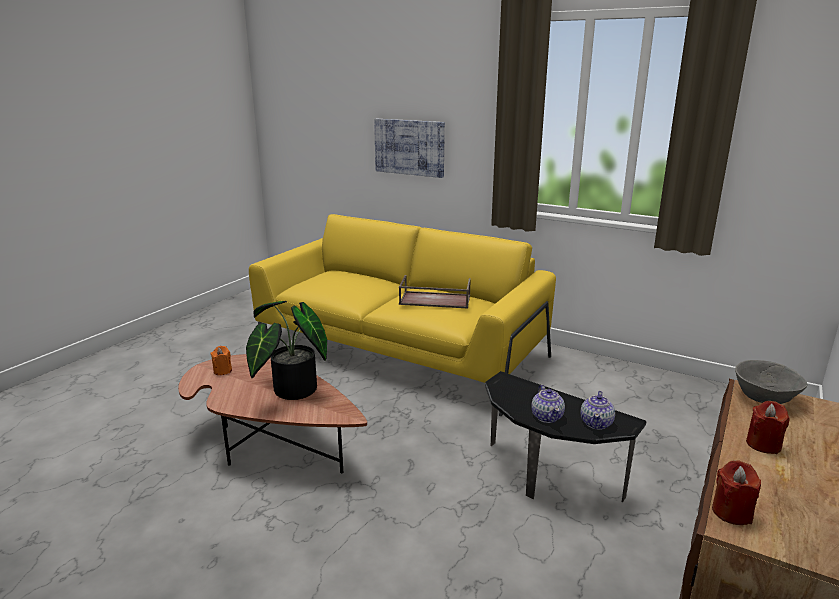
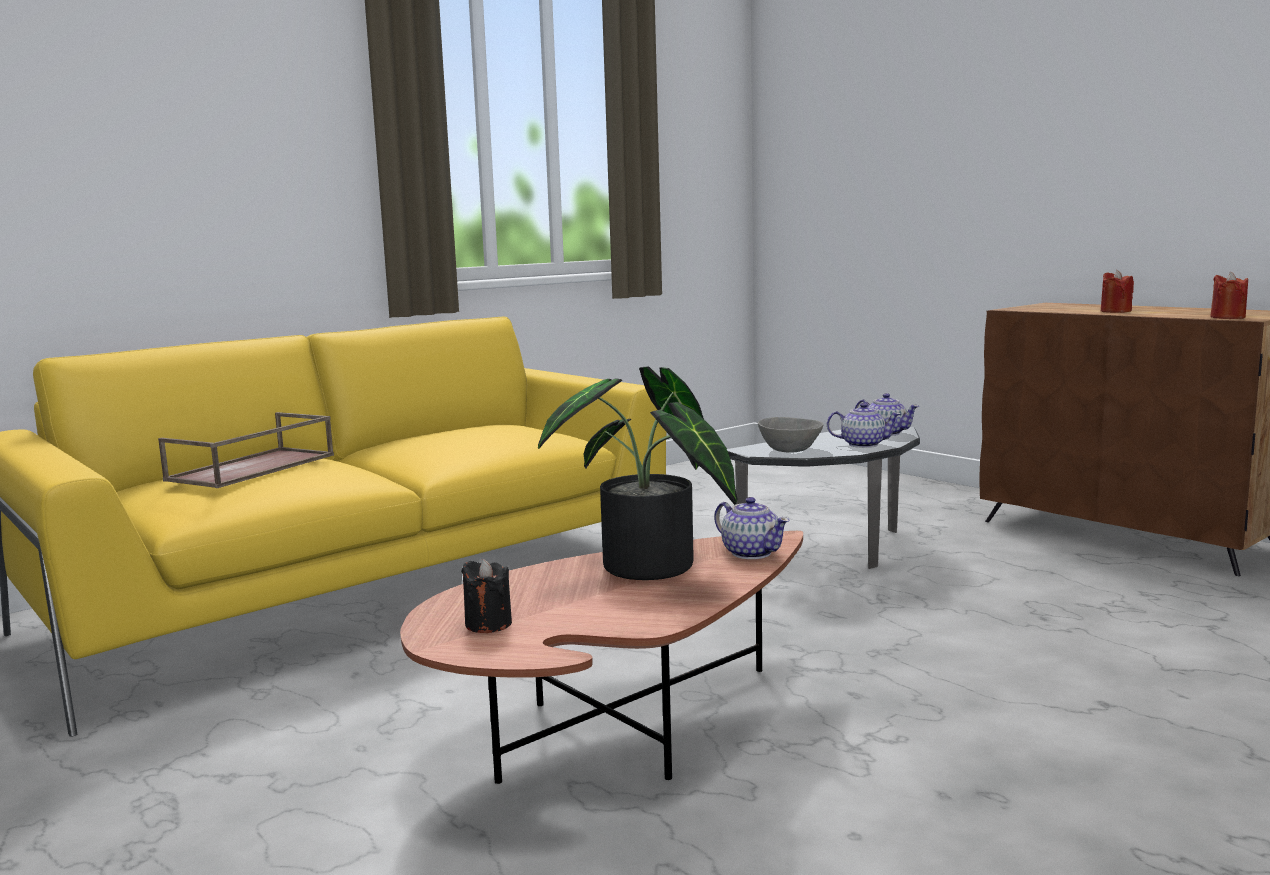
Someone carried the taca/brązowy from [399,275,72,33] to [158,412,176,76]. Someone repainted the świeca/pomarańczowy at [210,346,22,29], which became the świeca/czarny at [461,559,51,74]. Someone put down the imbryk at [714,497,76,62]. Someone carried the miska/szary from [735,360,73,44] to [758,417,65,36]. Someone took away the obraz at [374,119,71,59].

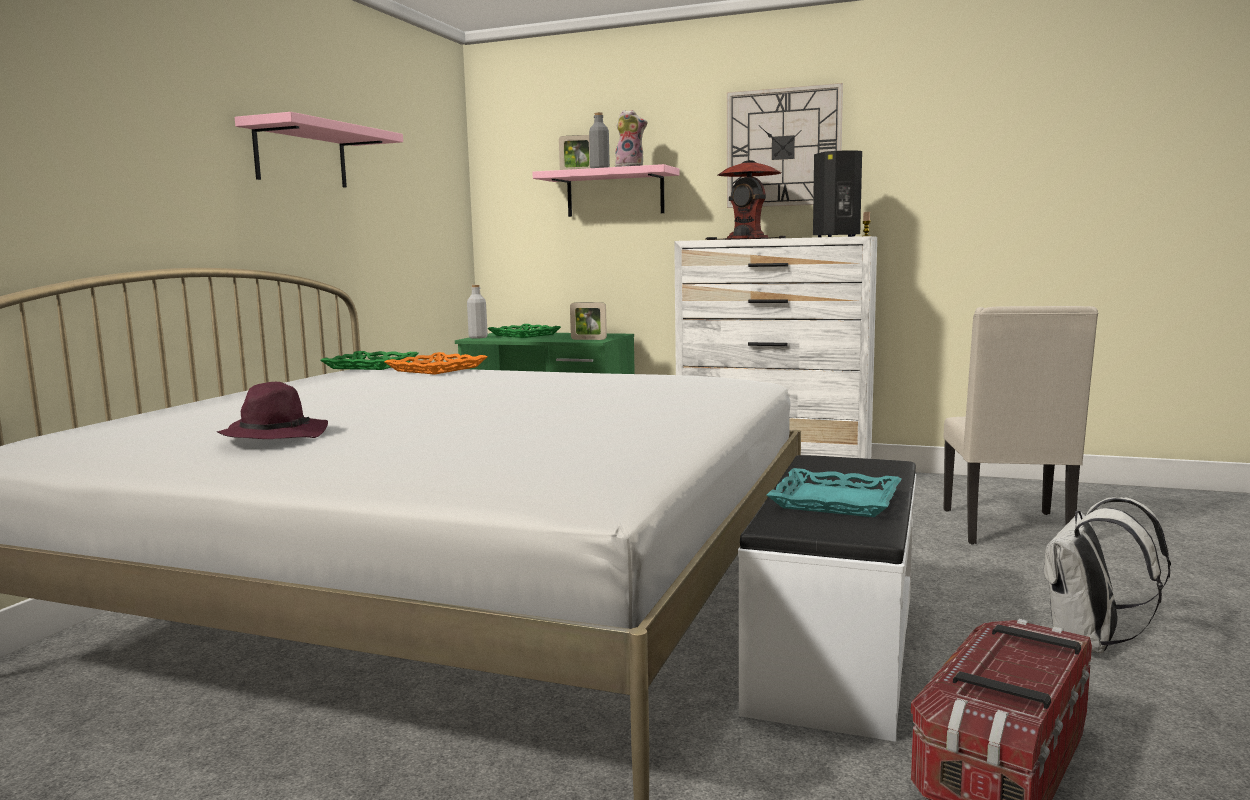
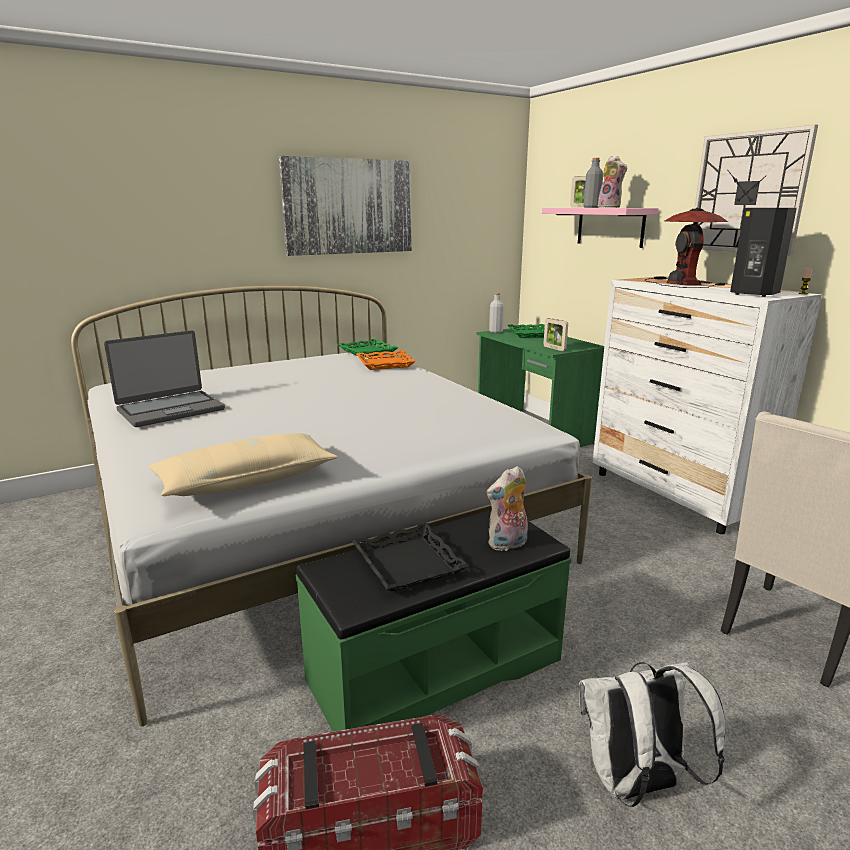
Someone swapped the kapelusz/fioletowy at [217,382,111,57] for the laptop at [104,330,121,97]. Someone put down the poduszka/beżowy at [148,433,190,63]. Someone swapped the półka/różowy at [235,112,168,75] for the obraz at [279,156,133,100]. Someone repainted the ławka/biały at [738,455,178,287], which became the ławka/zielony at [296,510,275,222]. Someone repainted the taca/turkusowy at [767,468,135,49], which became the taca/czarny at [352,523,117,69]. Someone put down the pluszak at [487,466,41,86].

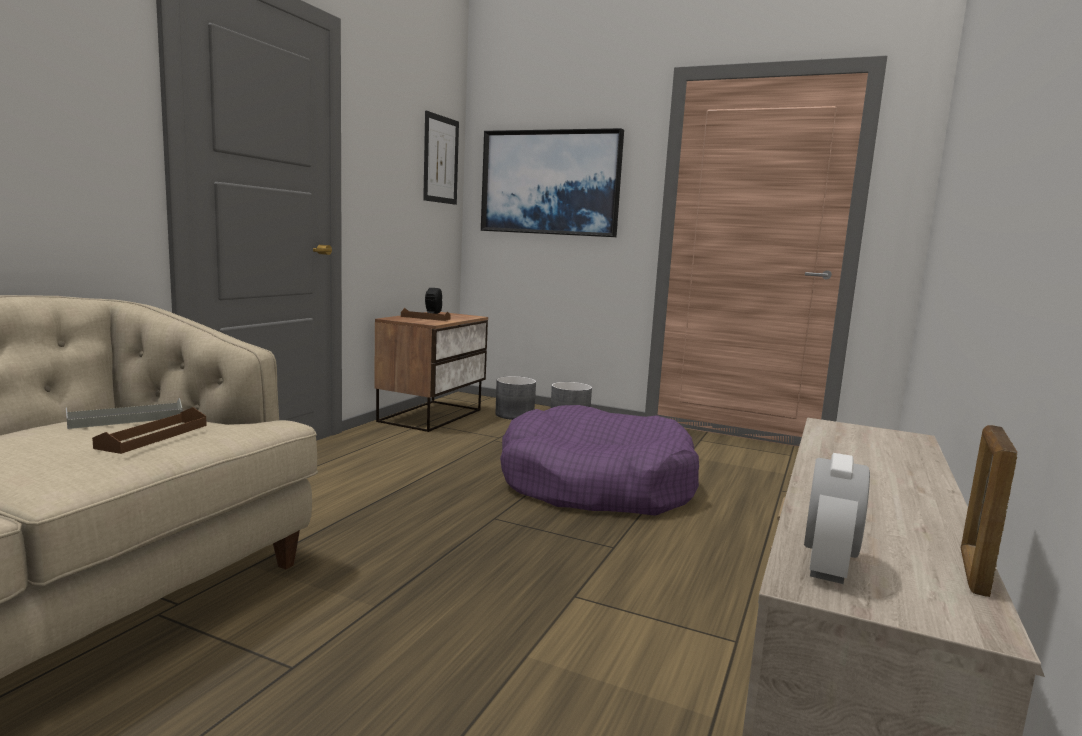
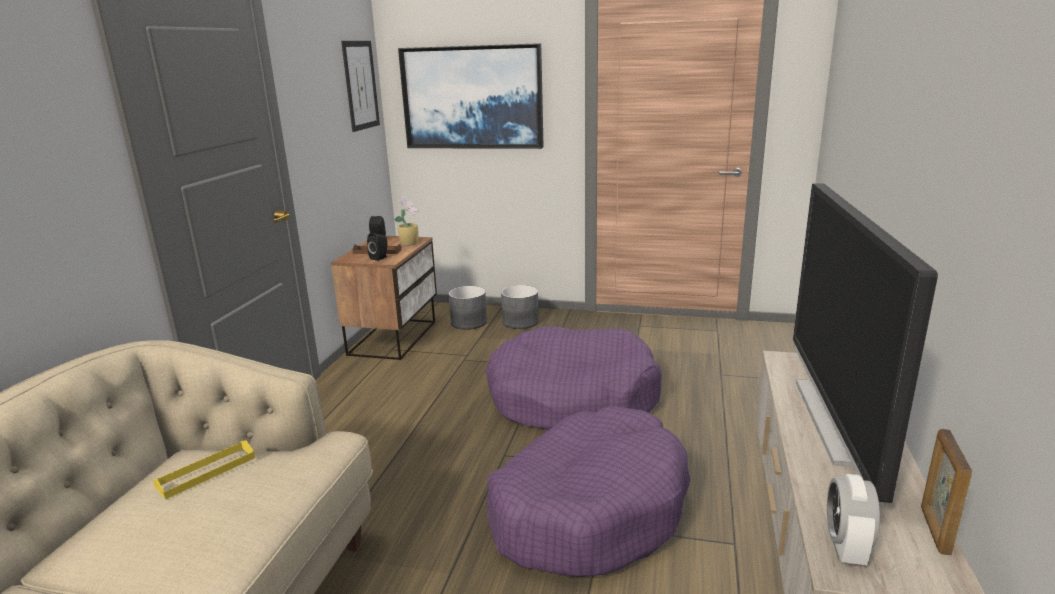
Someone repainted the taca/szary at [66,398,117,31], which became the taca/żółty at [153,441,102,59]. Someone put down the głośnik/czarny at [367,233,20,28]. Someone put down the roślina doniczkowa at [394,196,25,50]. Someone put down the legowisko/fioletowy at [487,406,204,171]. Someone put down the telewizor at [793,183,145,322]. Someone took away the taca/brązowy at [92,407,115,47].

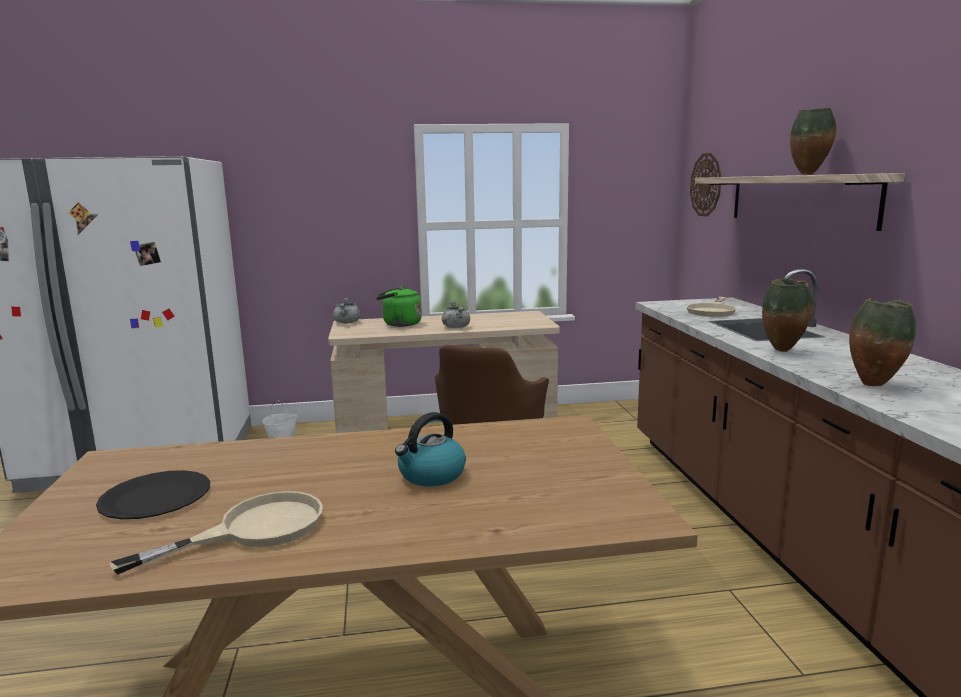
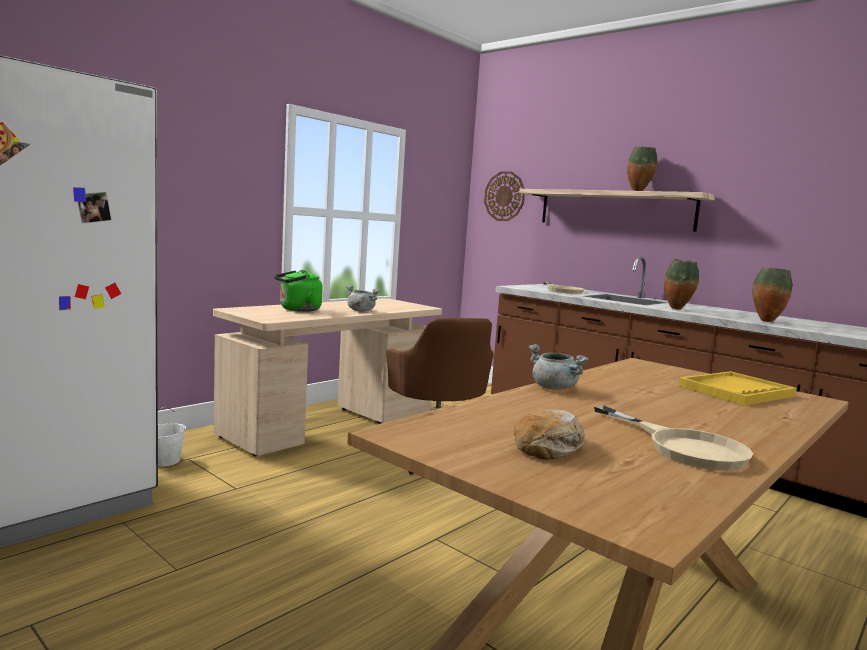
Someone swapped the talerz/czarny at [96,470,114,49] for the chleb at [514,409,71,51]. Someone carried the garnek/szary from [333,298,28,25] to [528,344,61,45]. Someone rotated the patelnia/beżowy at [110,491,213,84] by 135 degrees clockwise. Someone put down the taca/żółty at [678,371,119,35]. Someone took away the czajnik at [395,412,71,75].

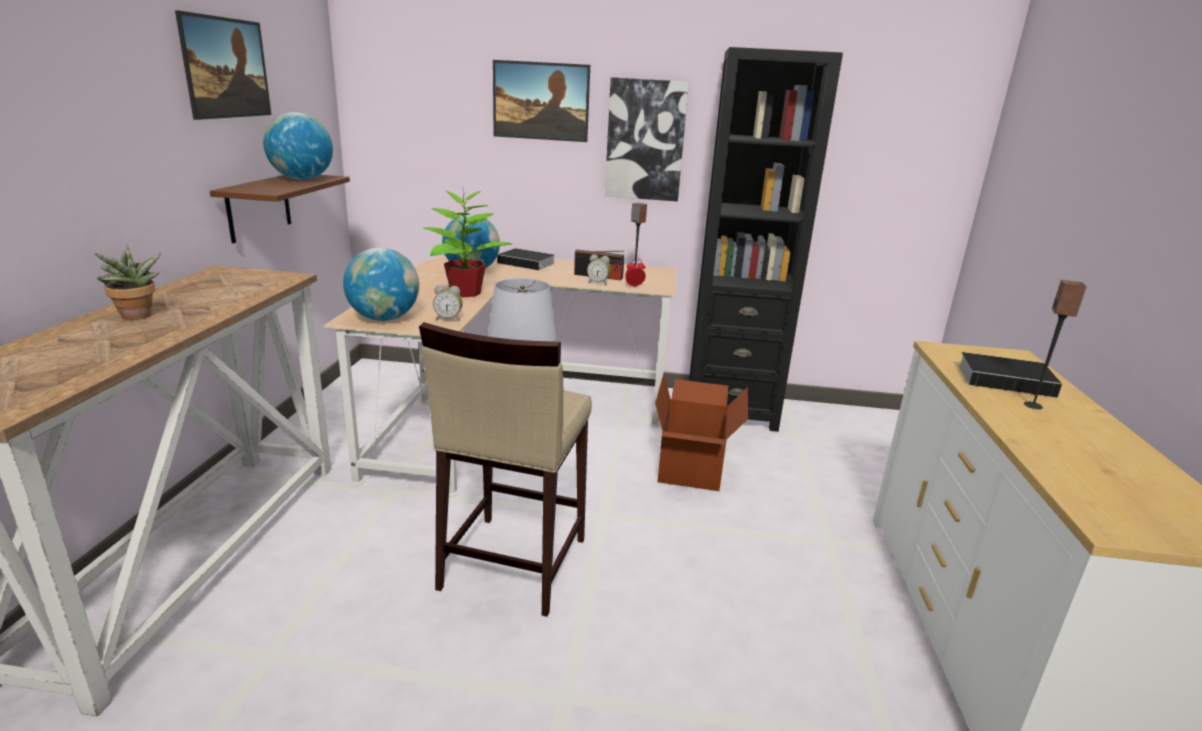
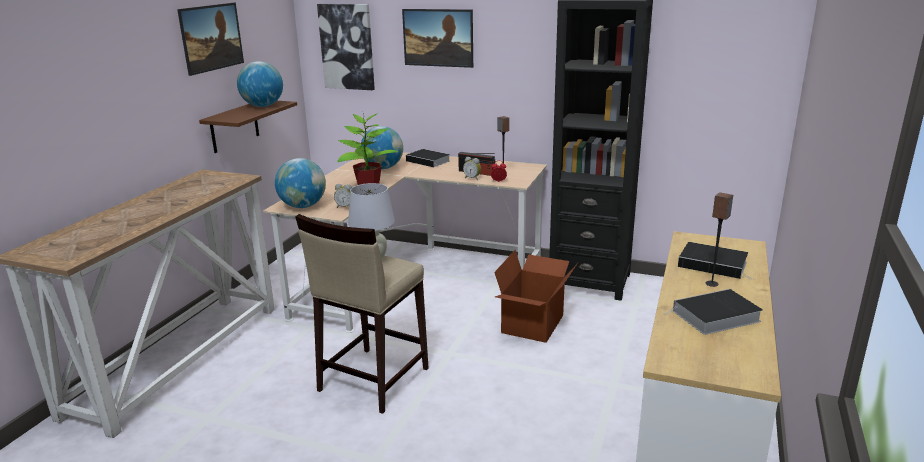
Someone carried the obraz from [605,77,84,124] to [317,4,58,86]. Someone put down the książka at [664,289,99,46]. Someone took away the roślina doniczkowa at [95,244,66,76].

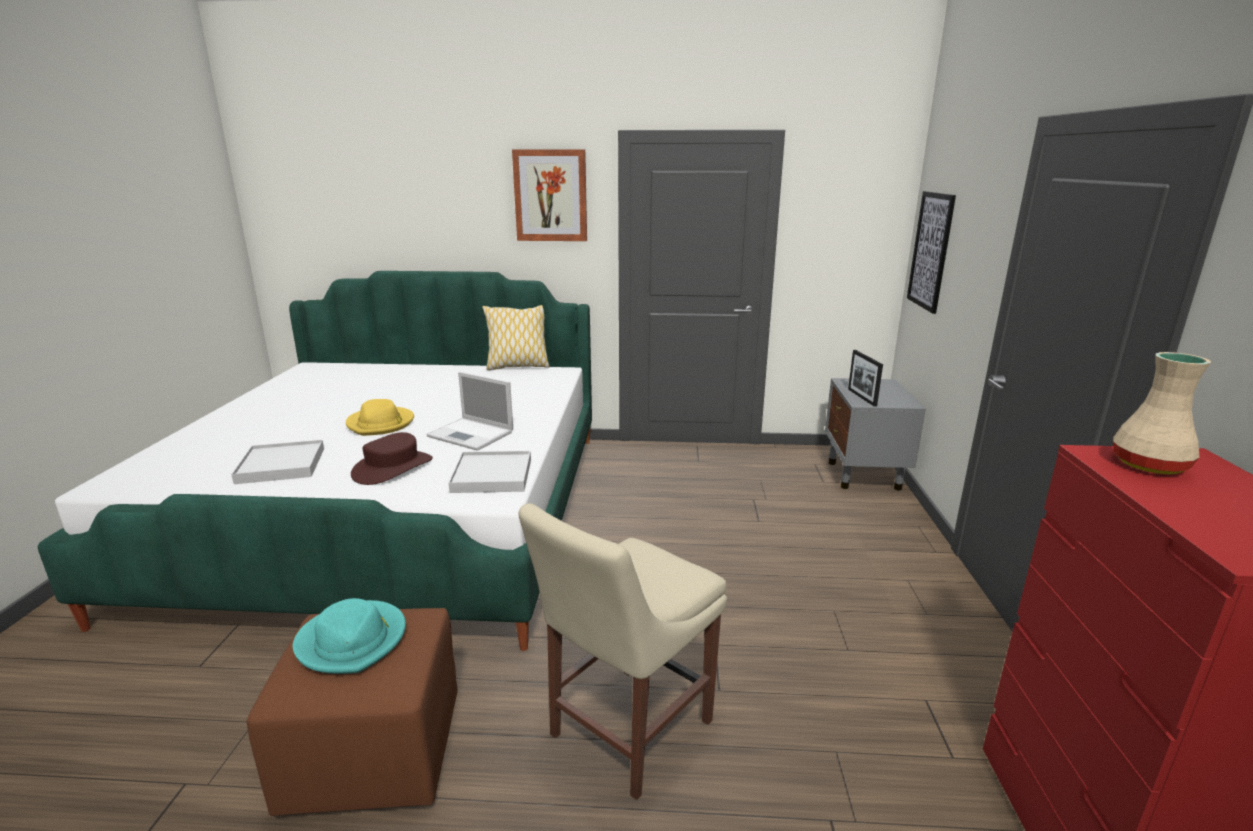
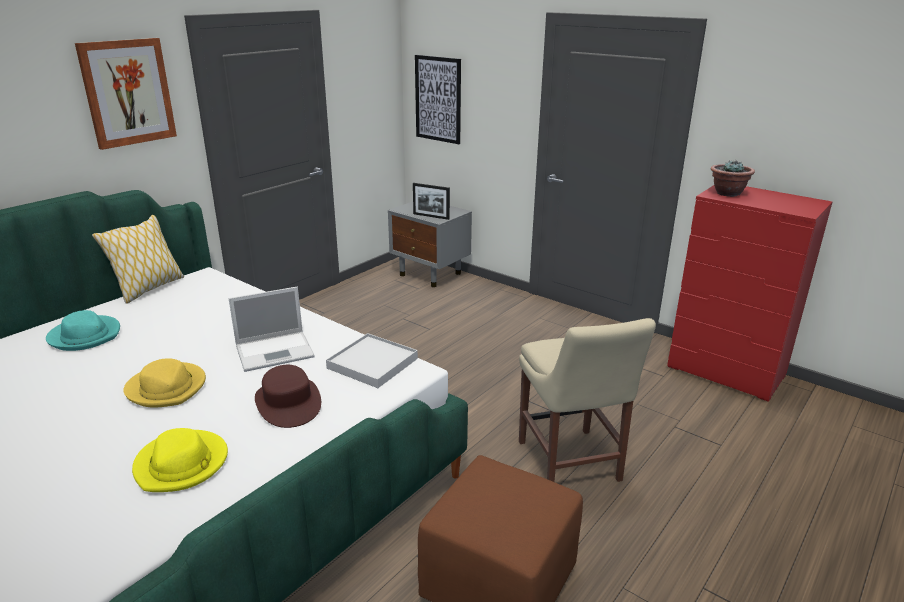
Someone carried the kapelusz/turkusowy from [293,598,113,76] to [46,310,74,41]. Someone swapped the taca/biały at [231,440,93,44] for the kapelusz/żółty at [132,428,96,64]. Someone swapped the wazon/beżowy at [1113,352,98,122] for the roślina doniczkowa at [711,160,44,37].

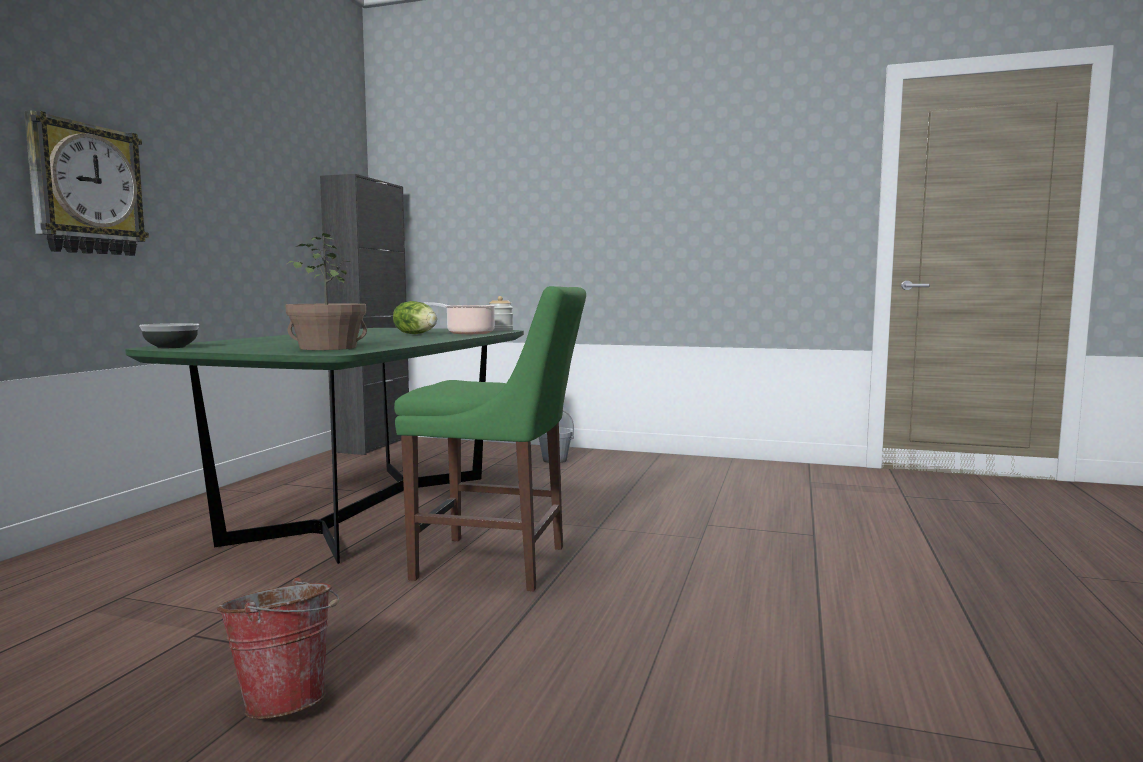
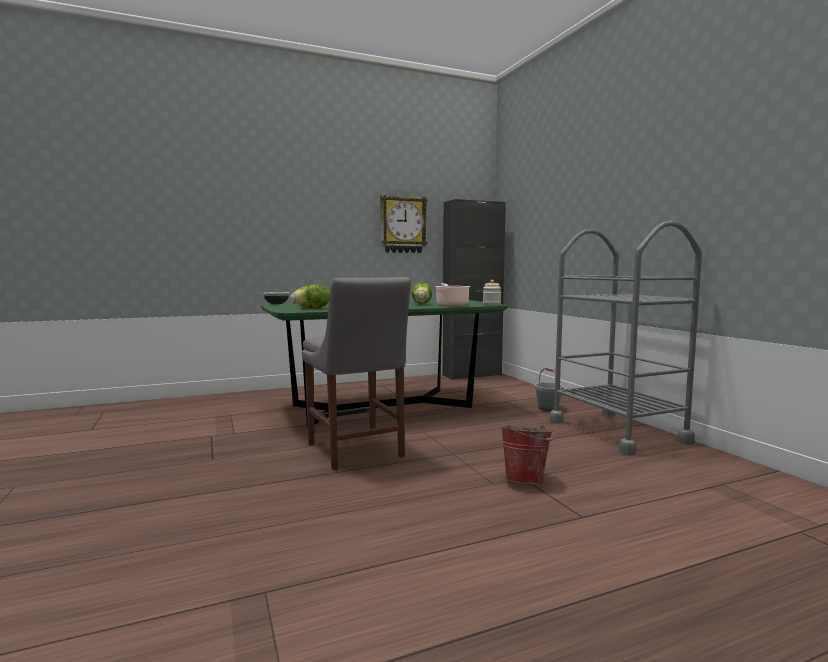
Someone swapped the roślina doniczkowa at [286,233,81,117] for the sałata at [290,285,40,24]. Someone repainted the krzesło/zielony at [394,286,192,305], which became the krzesło/szary at [302,277,109,193]. Someone carried the zegar ścienny from [24,110,125,146] to [380,195,48,58]. Someone carried the wiadro from [217,578,122,141] to [501,425,55,60]. Someone put down the wózek/szary at [549,221,153,235].

